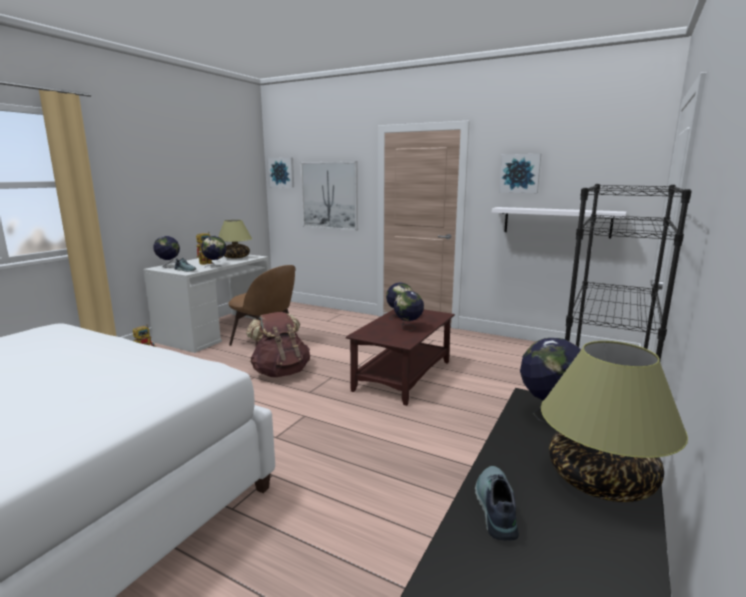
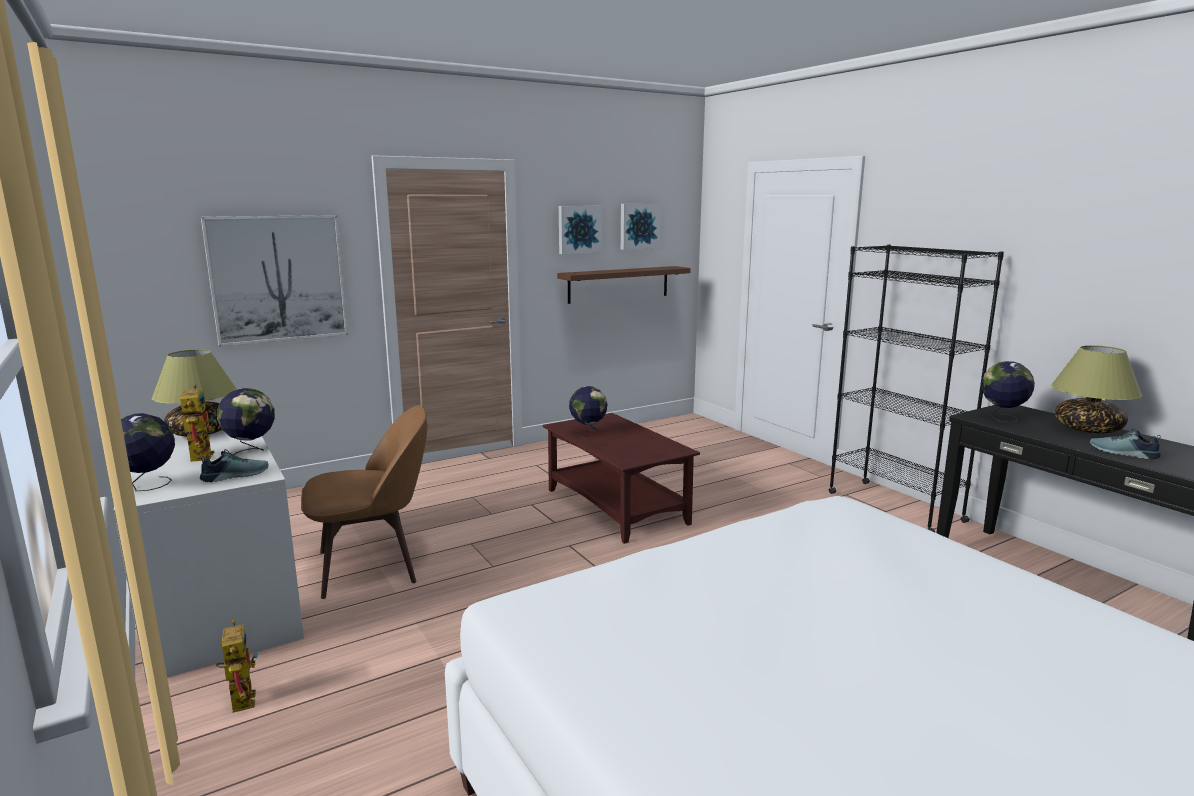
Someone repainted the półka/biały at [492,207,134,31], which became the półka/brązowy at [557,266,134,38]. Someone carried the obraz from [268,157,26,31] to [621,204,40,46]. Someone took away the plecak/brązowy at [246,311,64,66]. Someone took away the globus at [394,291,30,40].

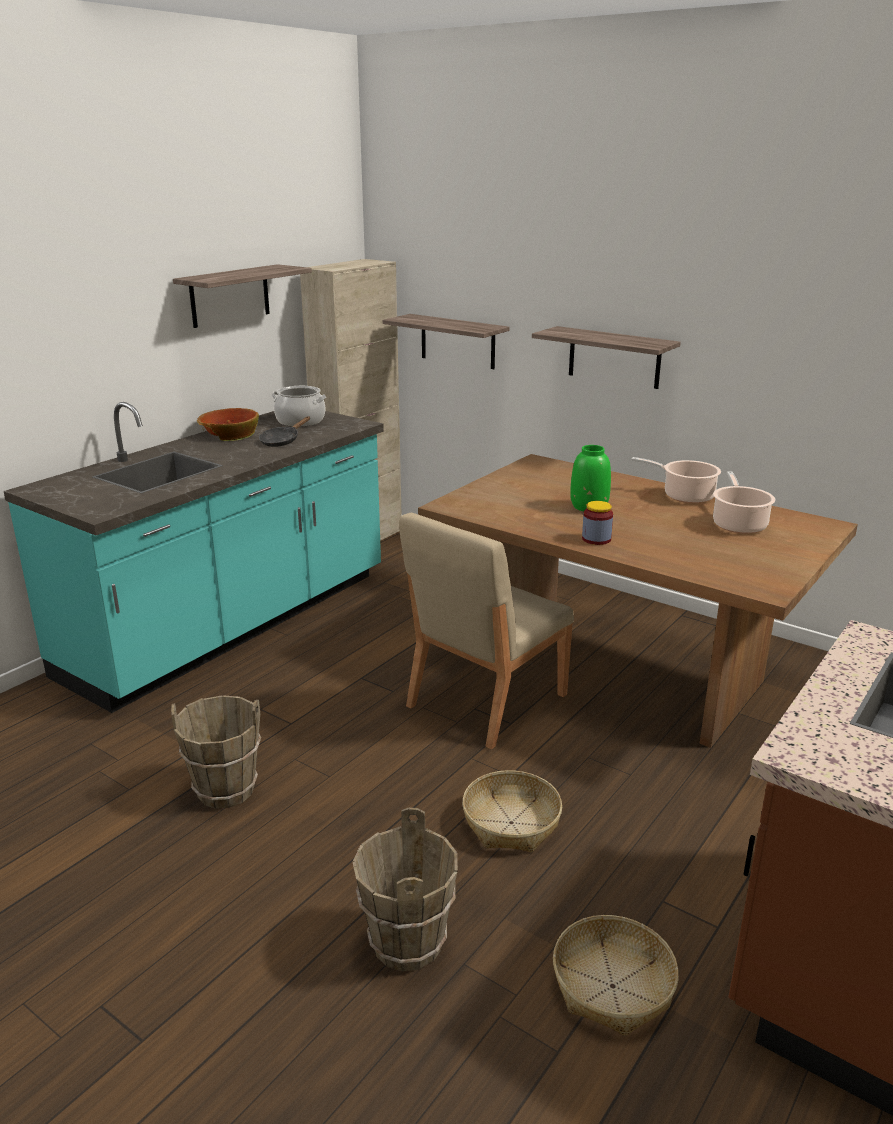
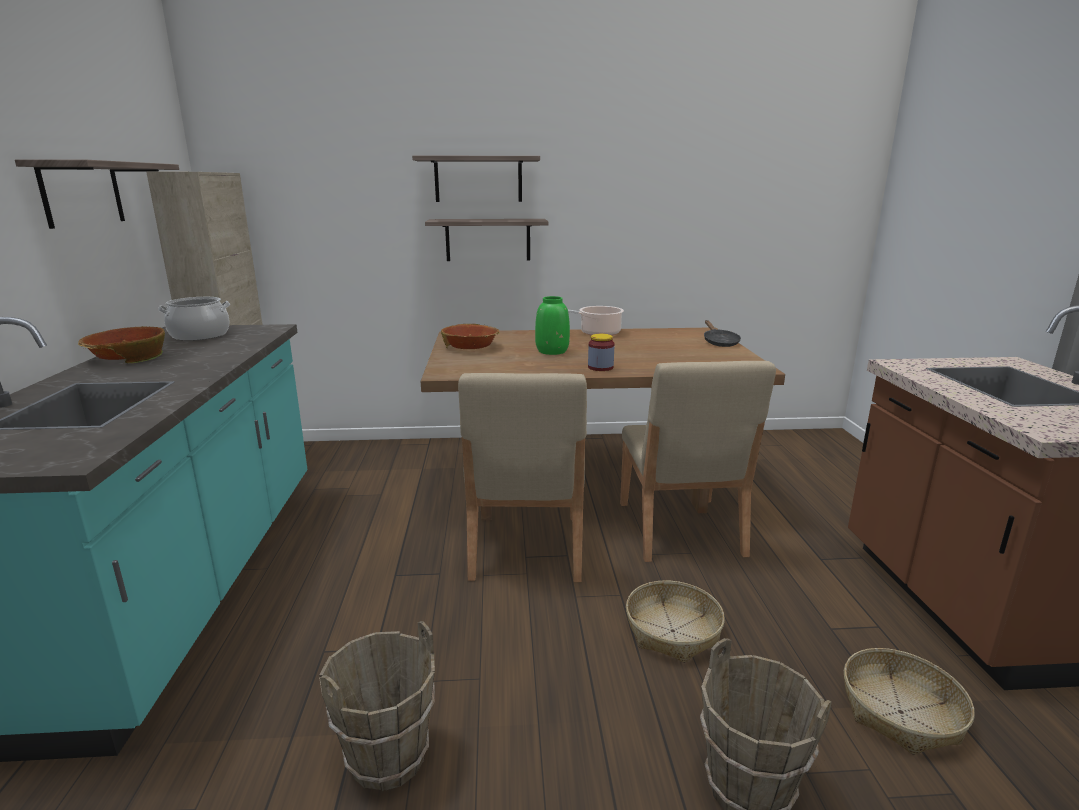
Someone carried the półka from [383,314,126,55] to [412,155,128,47]. Someone put down the miska at [441,324,59,25]. Someone put down the krzesło/beżowy at [620,361,156,201]. Someone carried the patelnia/czarny from [259,416,51,31] to [704,320,37,27]. Someone took away the garnek at [713,471,62,63].

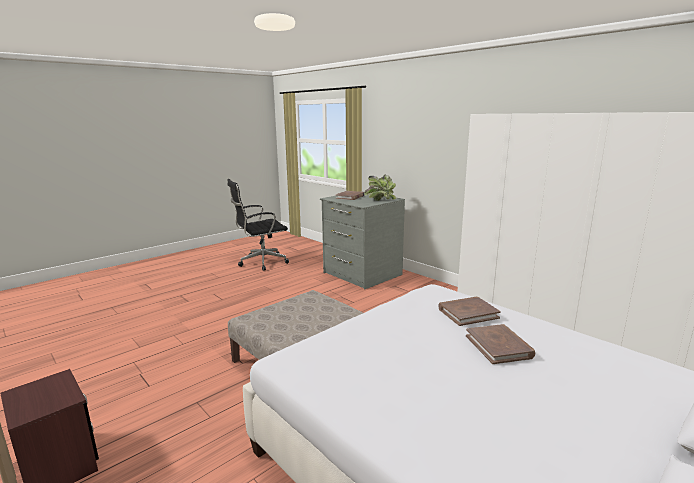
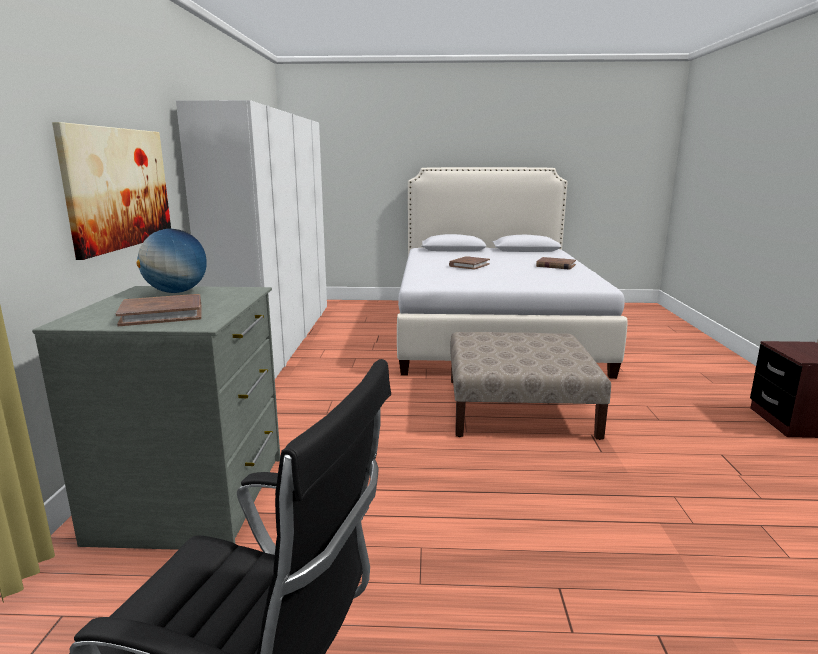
Someone put up the obraz at [52,122,119,138]. Someone swapped the roślina doniczkowa at [364,174,32,27] for the globus at [137,229,70,64]. Someone carried the książka/brązowy from [438,297,63,29] to [536,257,40,13].

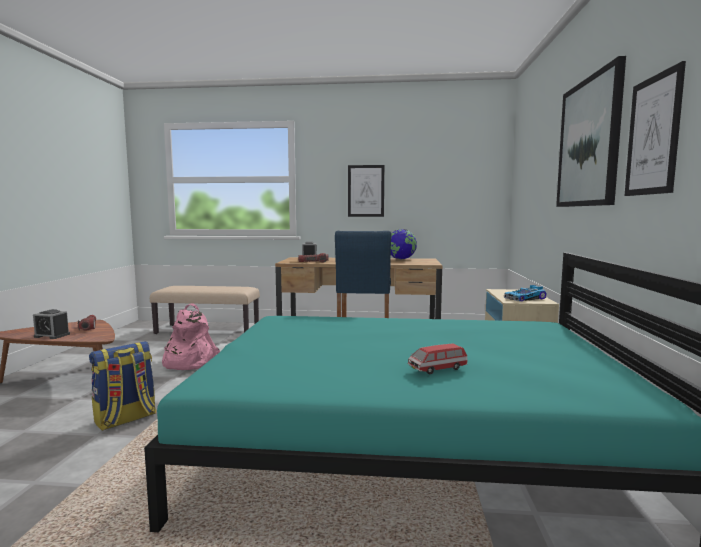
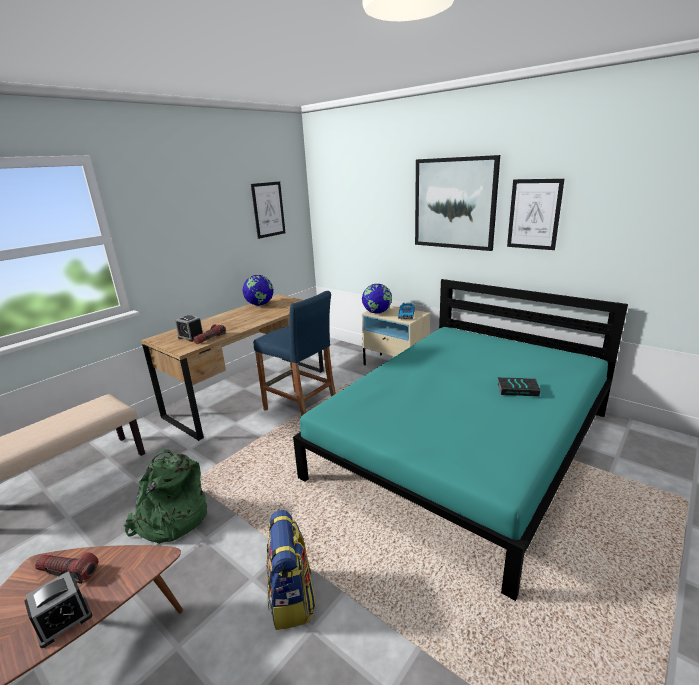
Someone repainted the plecak/różowy at [162,303,58,67], which became the plecak/zielony at [123,449,84,95]. Someone carried the obraz from [348,165,36,52] to [251,181,35,58]. Someone put down the globus at [362,284,30,30]. Someone swapped the samochodzik at [407,343,61,31] for the książka at [498,377,42,20].

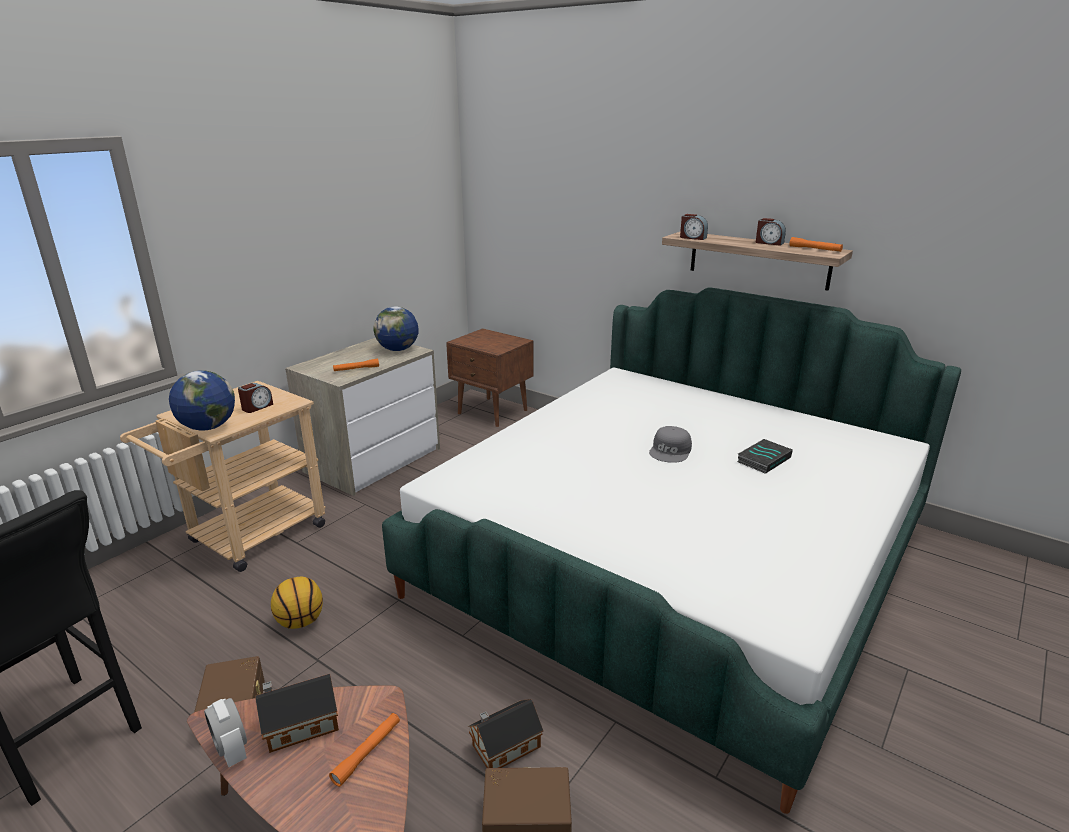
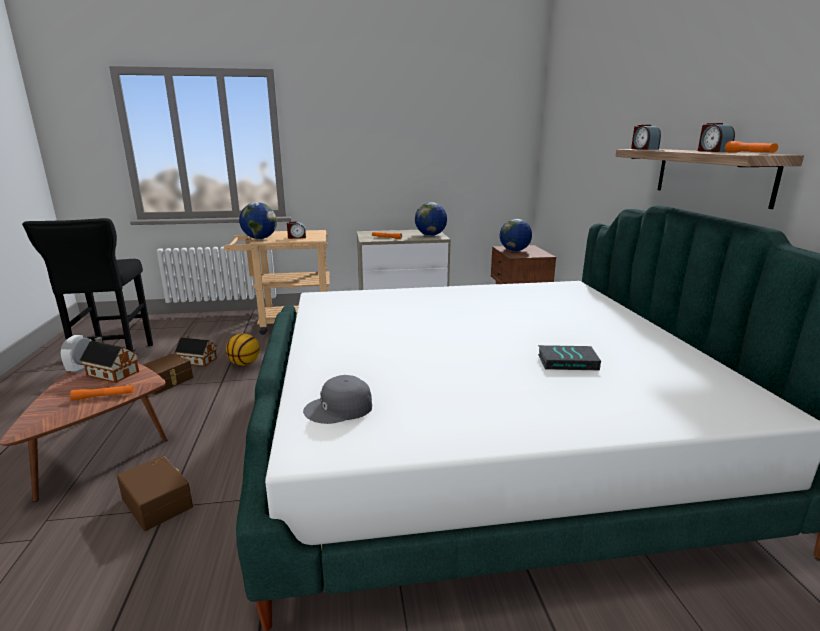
Someone carried the domek from [468,699,76,69] to [175,334,42,33]. Someone carried the czapka z daszkiem/szary from [649,426,43,37] to [303,375,69,49]. Someone put down the globus at [500,219,32,32].

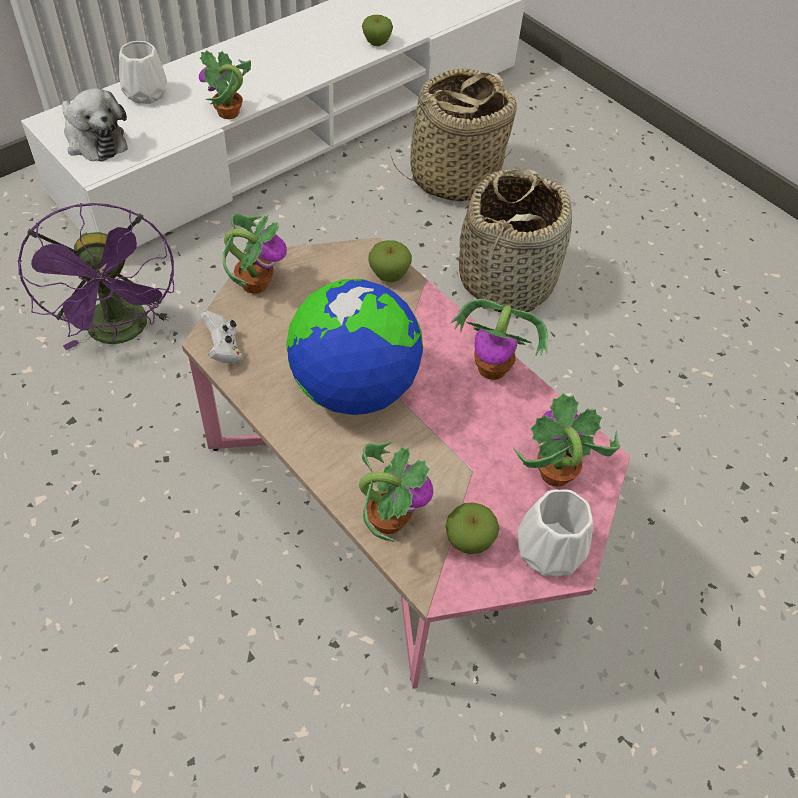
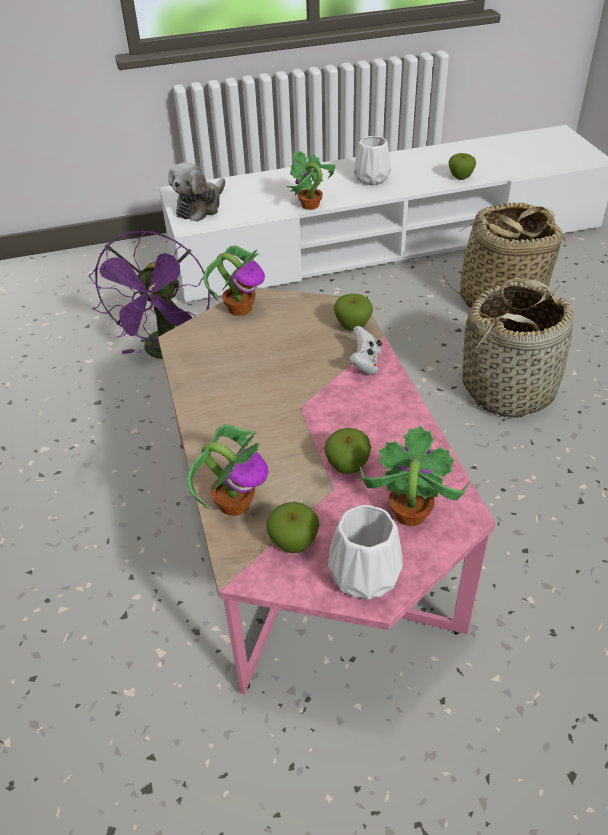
Someone rotated the pluszak at [62,88,66,74] by 45 degrees clockwise. Someone put down the jabłko at [324,428,47,46]. Someone carried the pad do gier/biały from [200,311,43,52] to [348,326,34,49]. Someone carried the wazon/biały from [119,41,48,63] to [354,136,37,50]. Someone took away the globus at [286,279,137,136]. Someone took away the roślina doniczkowa at [450,299,98,81].

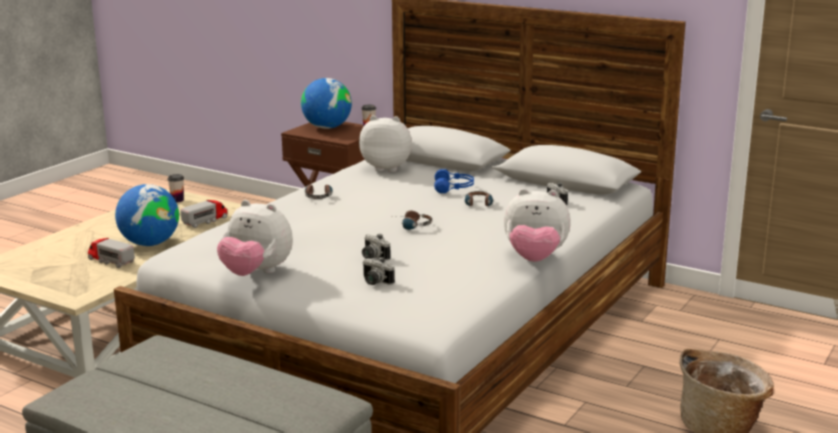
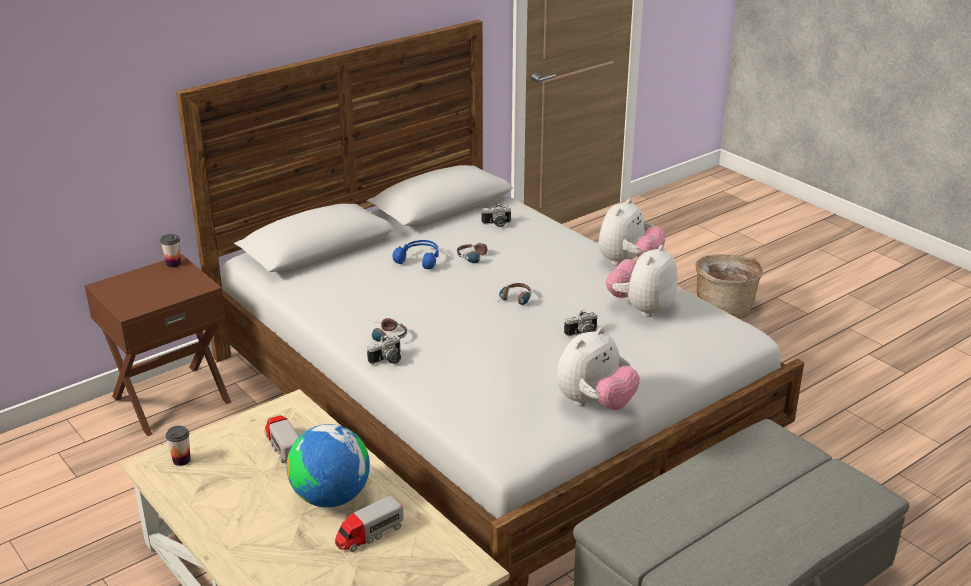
Someone carried the aparat fotograficzny from [363,257,32,28] to [367,335,34,29]. Someone carried the pluszak from [359,115,53,57] to [606,245,71,72]. Someone took away the globus at [301,78,51,51].

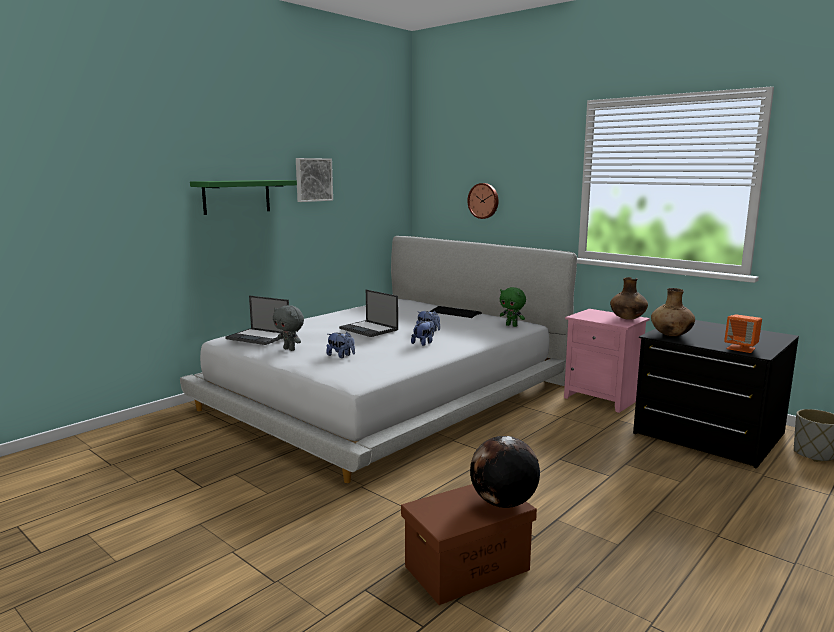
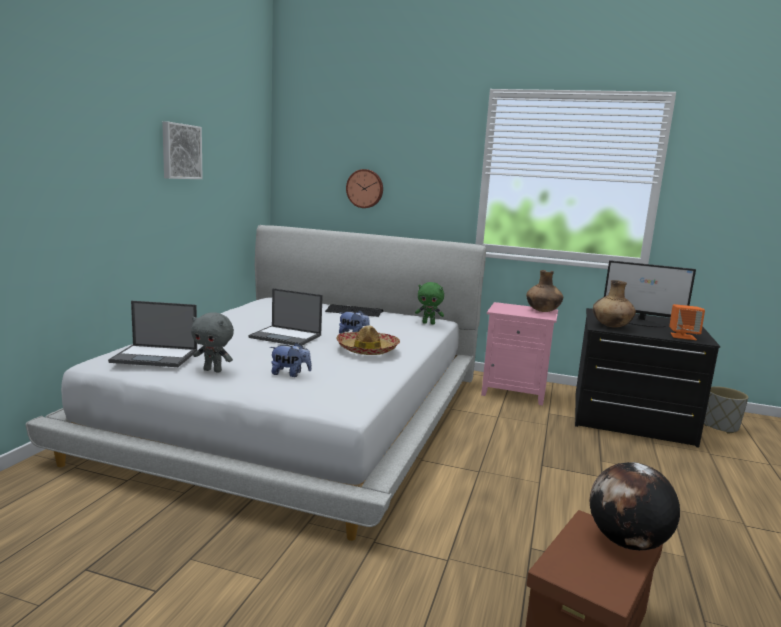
Someone swapped the pluszak at [411,320,23,26] for the kapelusz at [336,325,64,30]. Someone put down the monitor at [604,260,92,67]. Someone took away the półka/zielony at [190,180,107,35].

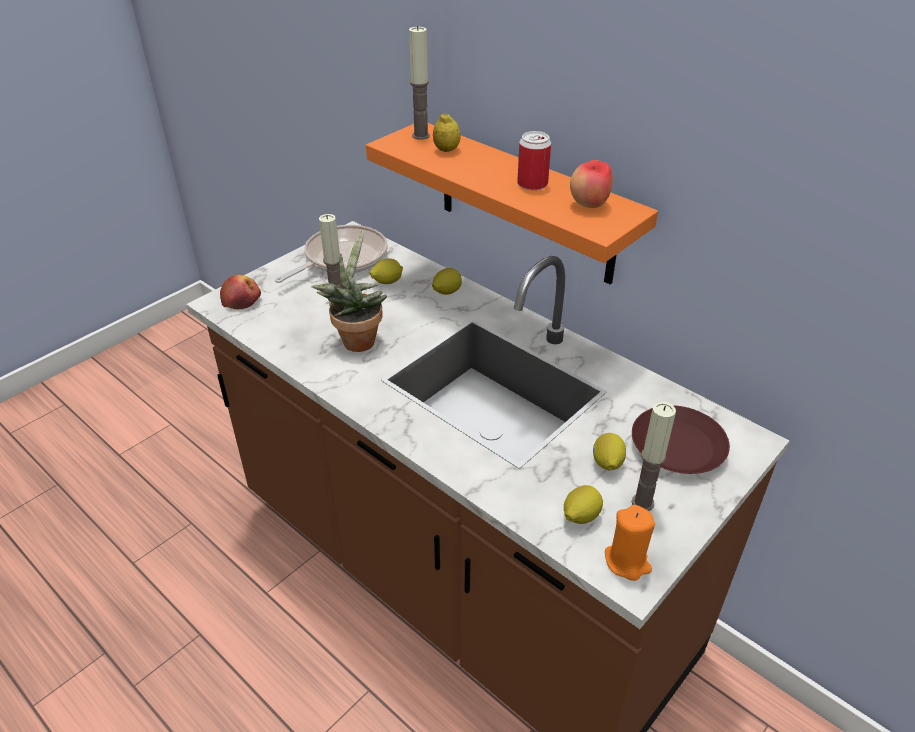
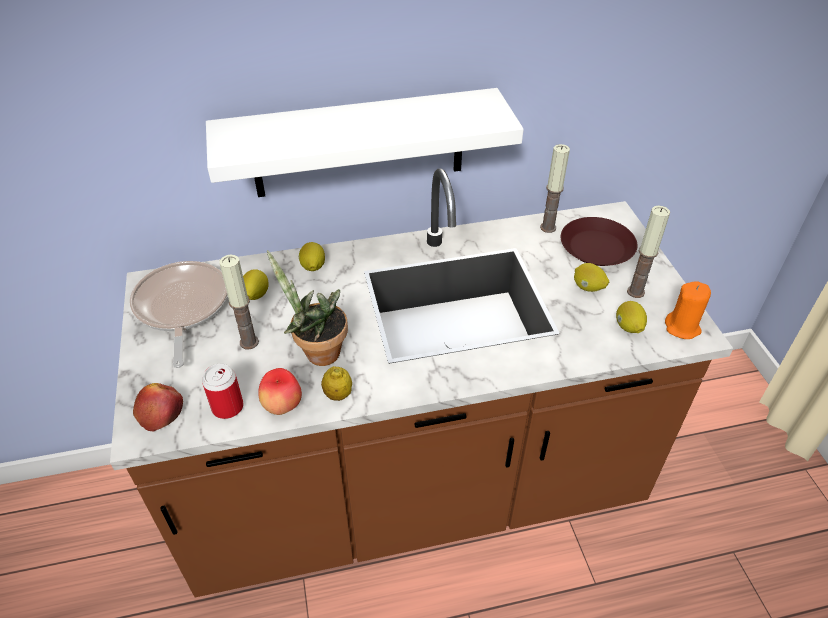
Someone carried the puszka from [517,131,34,59] to [202,364,42,55]. Someone repainted the półka/pomarańczowy at [366,123,292,162], which became the półka/biały at [206,88,318,109]. Someone carried the jabłko from [570,160,43,48] to [258,368,44,47]. Someone carried the cytryna from [433,113,28,39] to [321,366,31,35]. Someone carried the świeca from [409,26,21,114] to [540,144,30,89].

